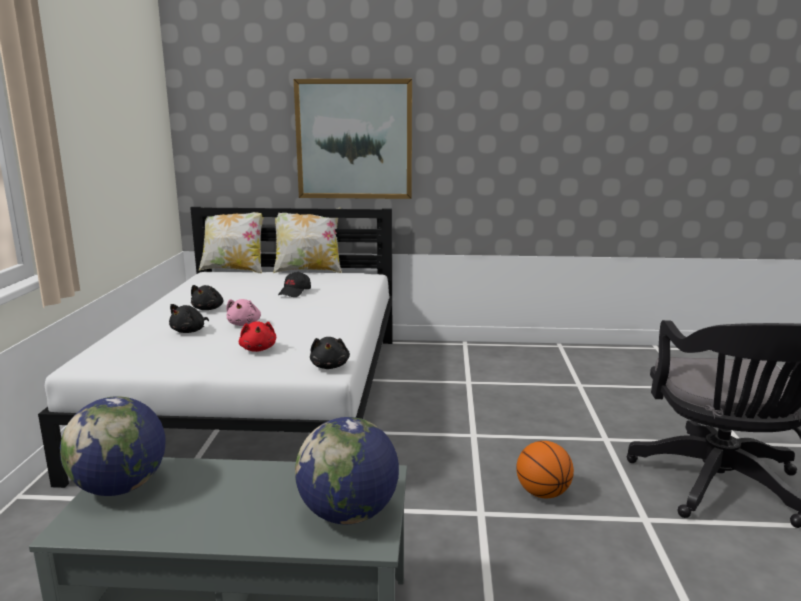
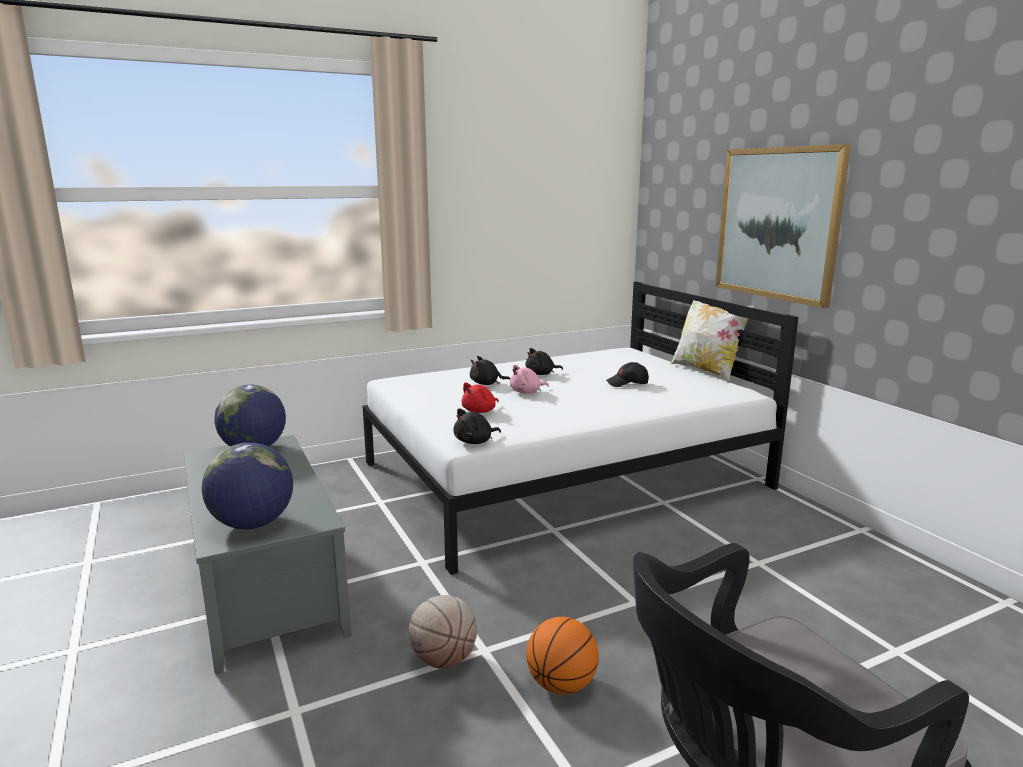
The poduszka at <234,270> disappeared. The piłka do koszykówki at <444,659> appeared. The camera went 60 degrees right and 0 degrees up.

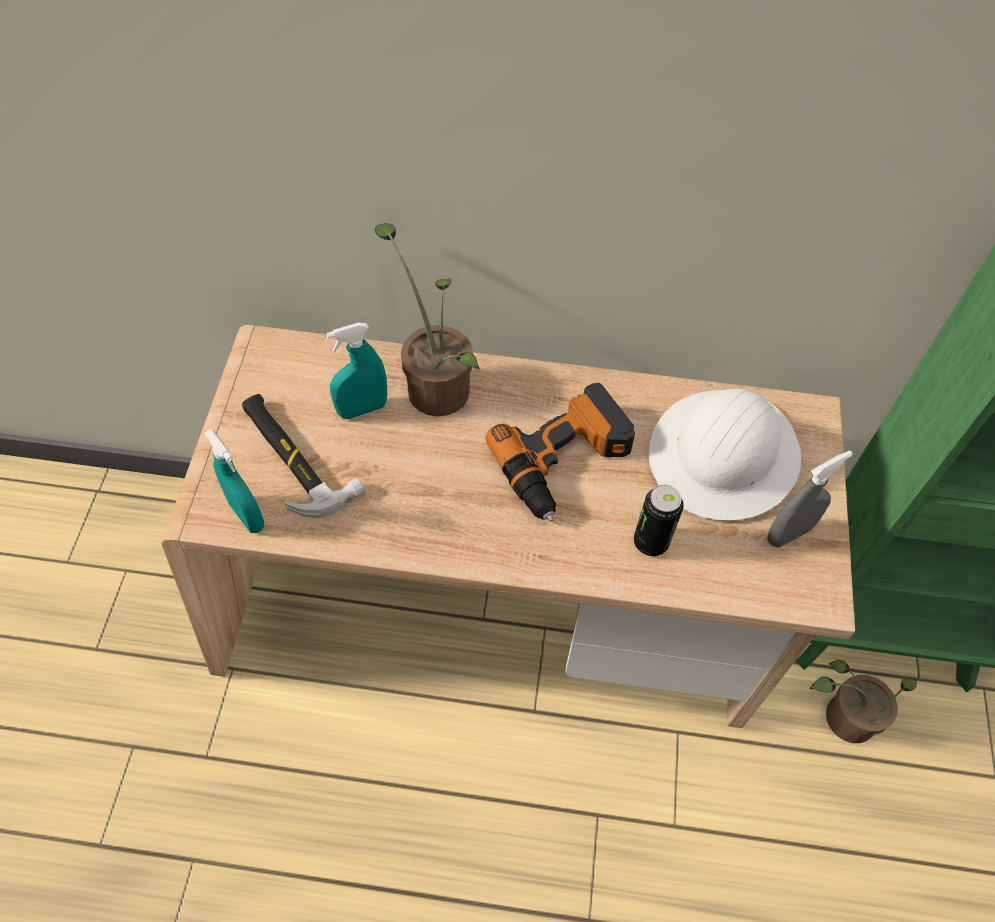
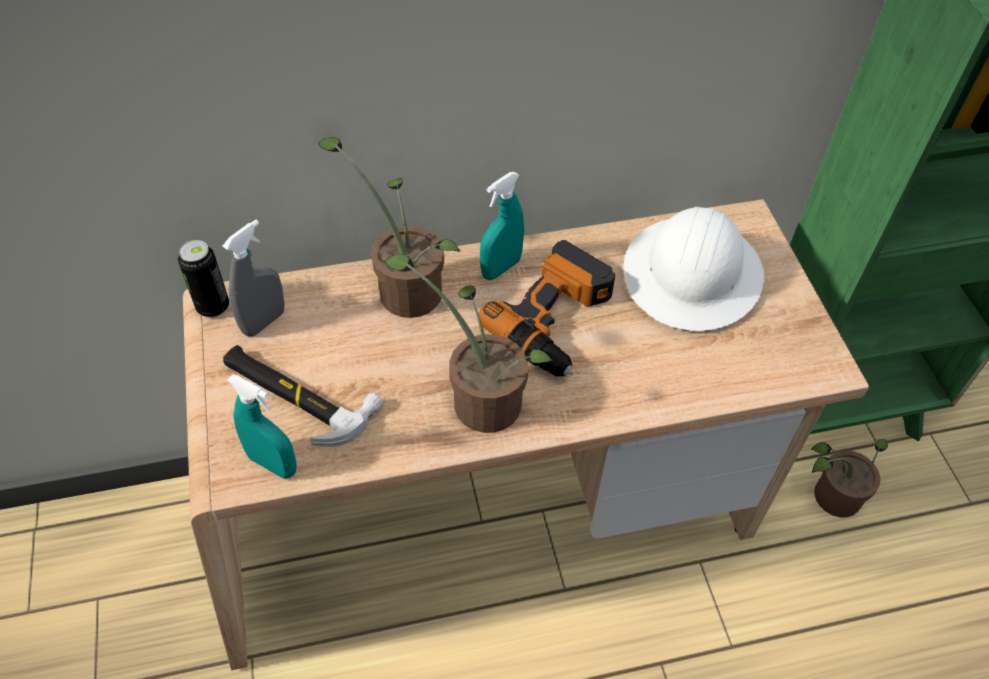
The spryskiwacz (turkusowy) moved from <362,409> to <501,268>. The spryskiwacz (szary) moved from <789,533> to <264,322>. The puszka moved from <650,542> to <213,307>. The roślina doniczkowa at <479,397> appeared. The camera went 20 degrees left and 5 degrees down.

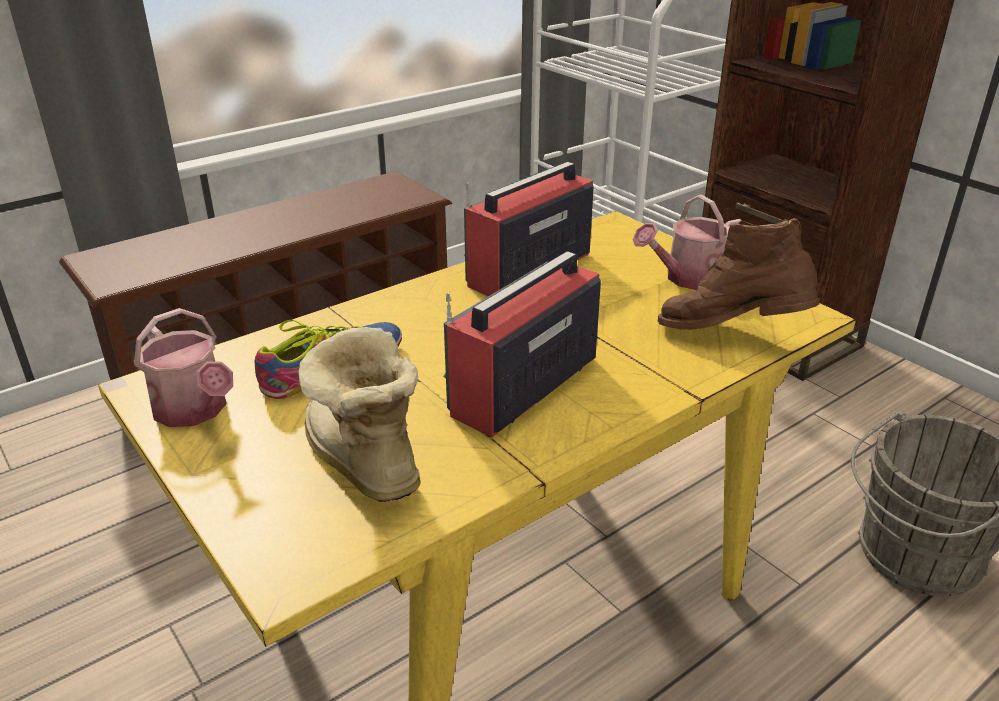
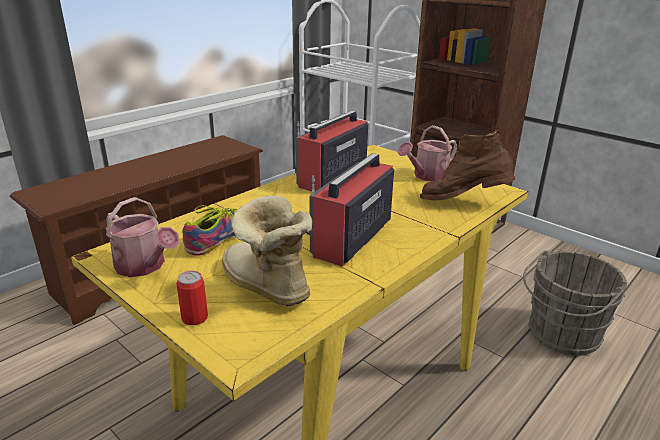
The puszka at <194,318> appeared. The camera went 10 degrees left and 5 degrees down.

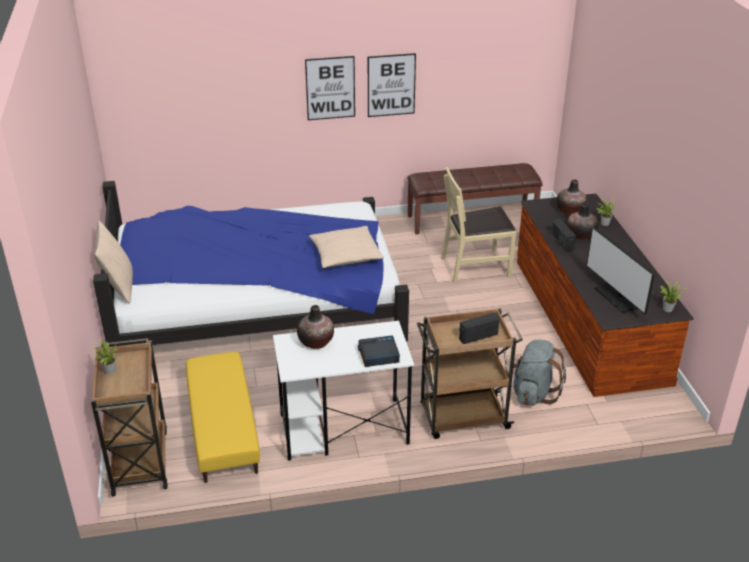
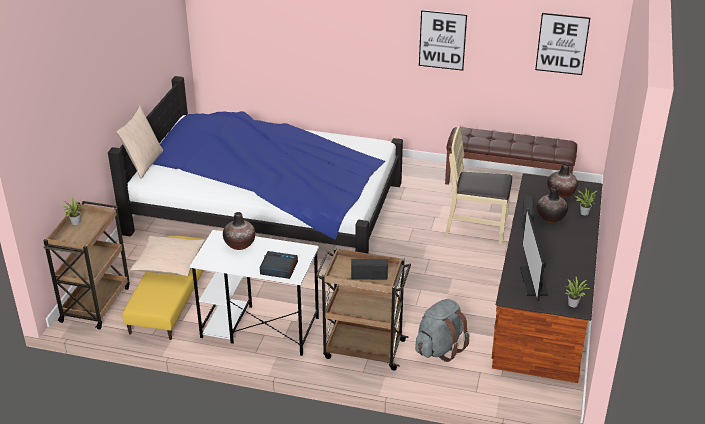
The obraz moved from <330,88> to <562,44>. The poduszka (beżowy) moved from <345,255> to <169,263>. The camera went 25 degrees right and 0 degrees up.

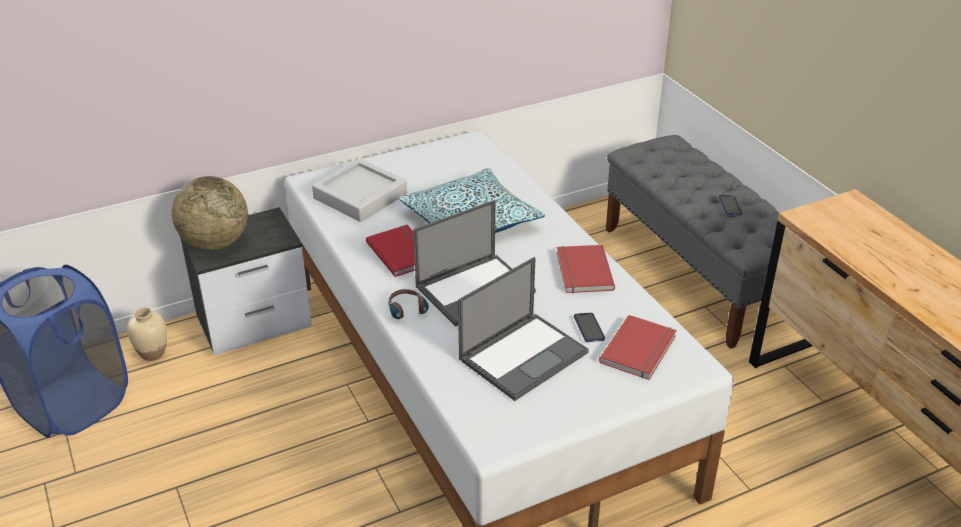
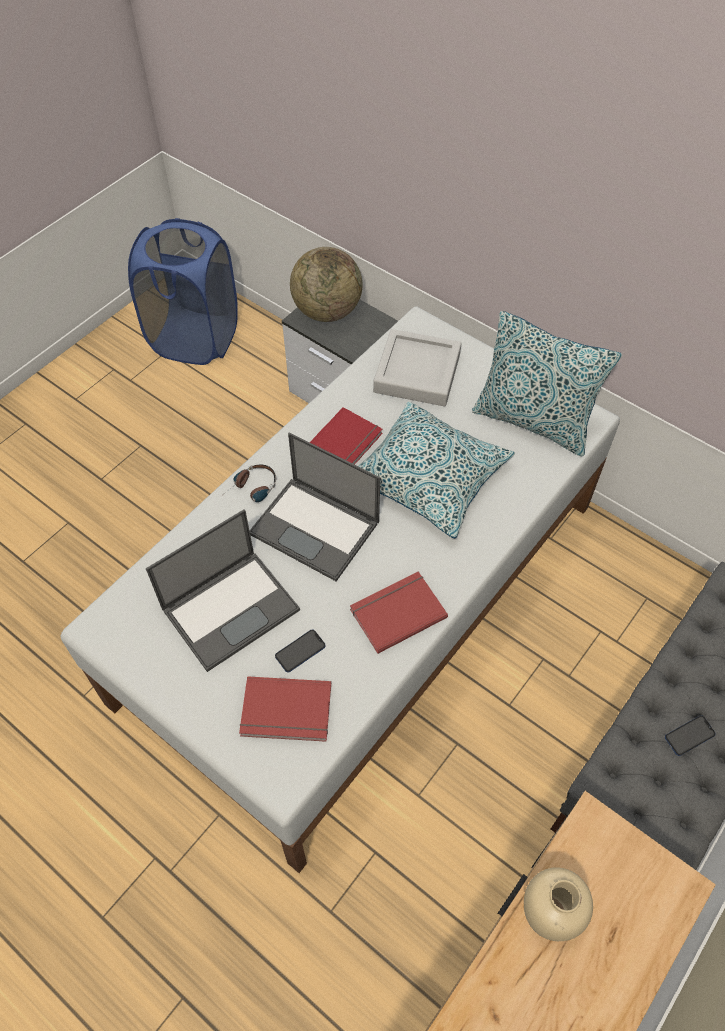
The laptop at <524,355> turned 60 degrees counterclockwise. The wazon (beżowy) moved from <152,353> to <548,913>. The poduszka at <533,422> appeared. The camera went 65 degrees right and 20 degrees up.

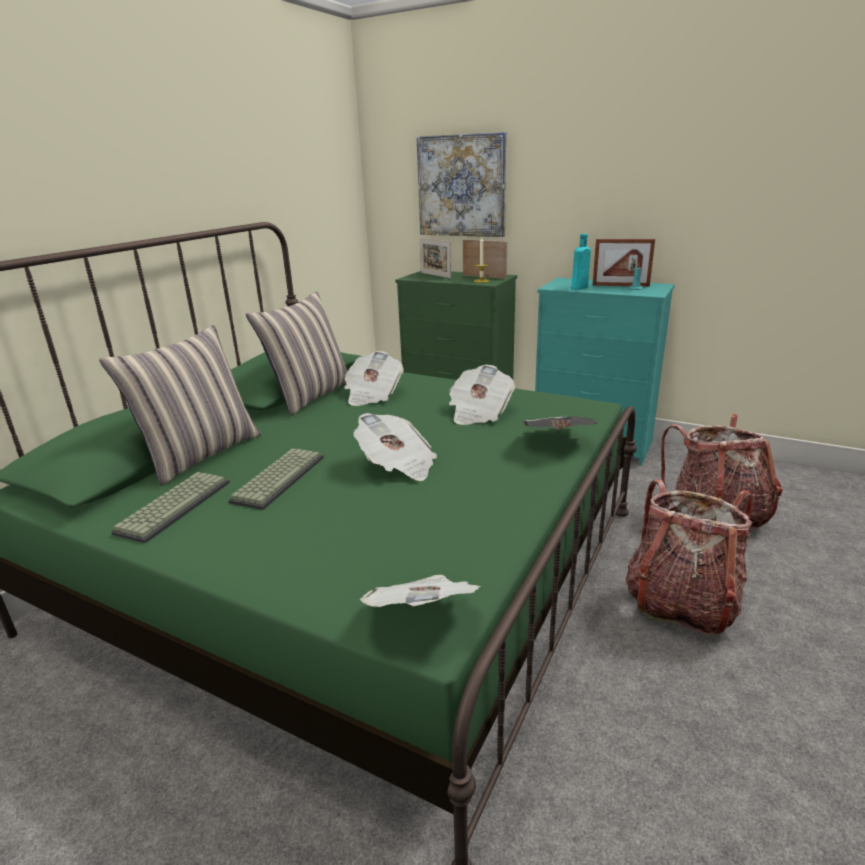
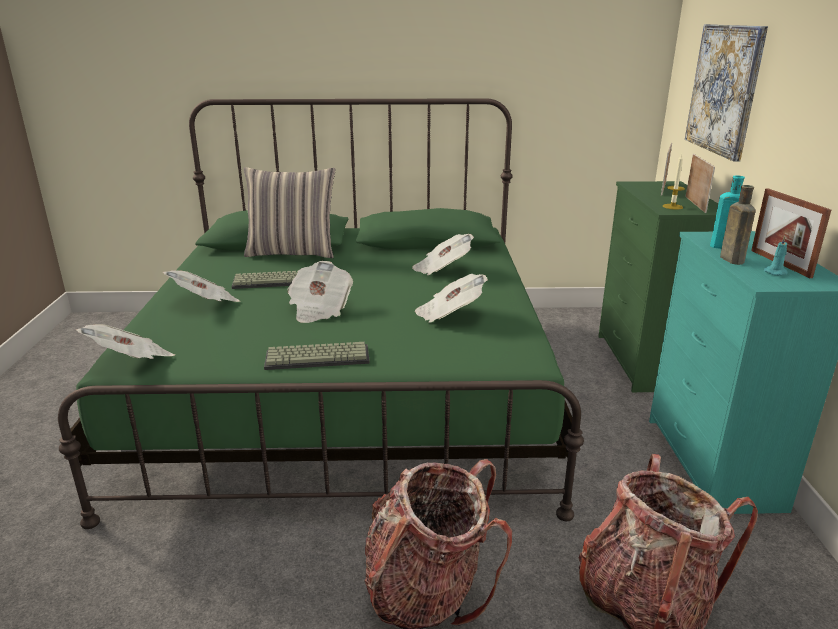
The poduszka at <310,395> disappeared. The gazeta moved from <557,441> to <205,303>. The klawiatura moved from <174,506> to <318,357>. The butelka (brązowy) at <730,259> appeared. The camera went 60 degrees right and 0 degrees up.

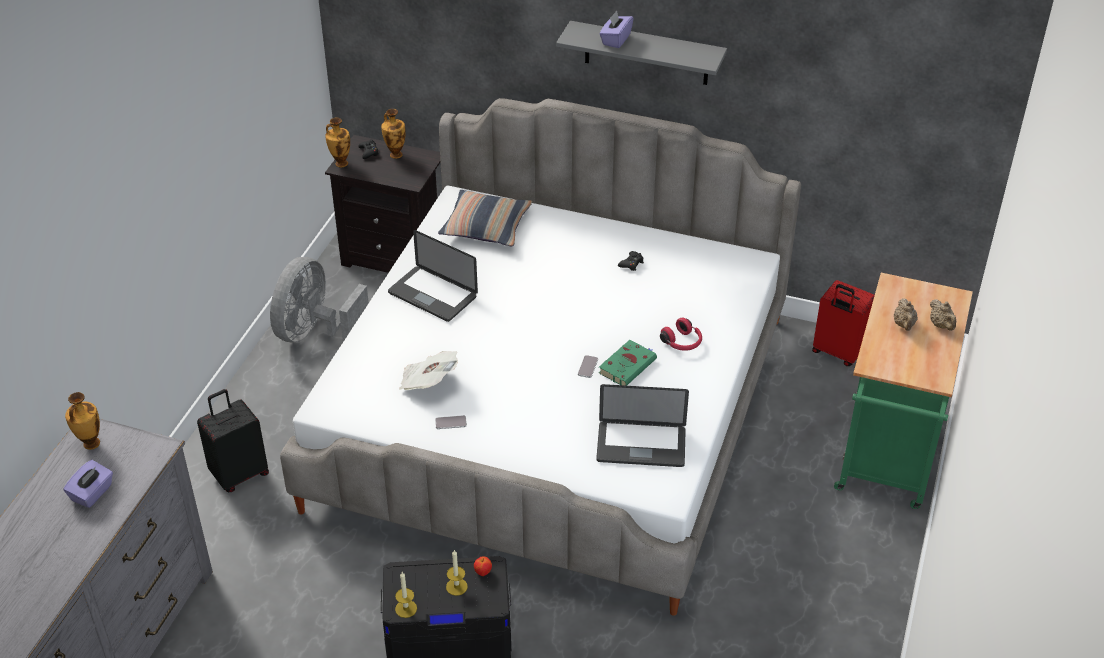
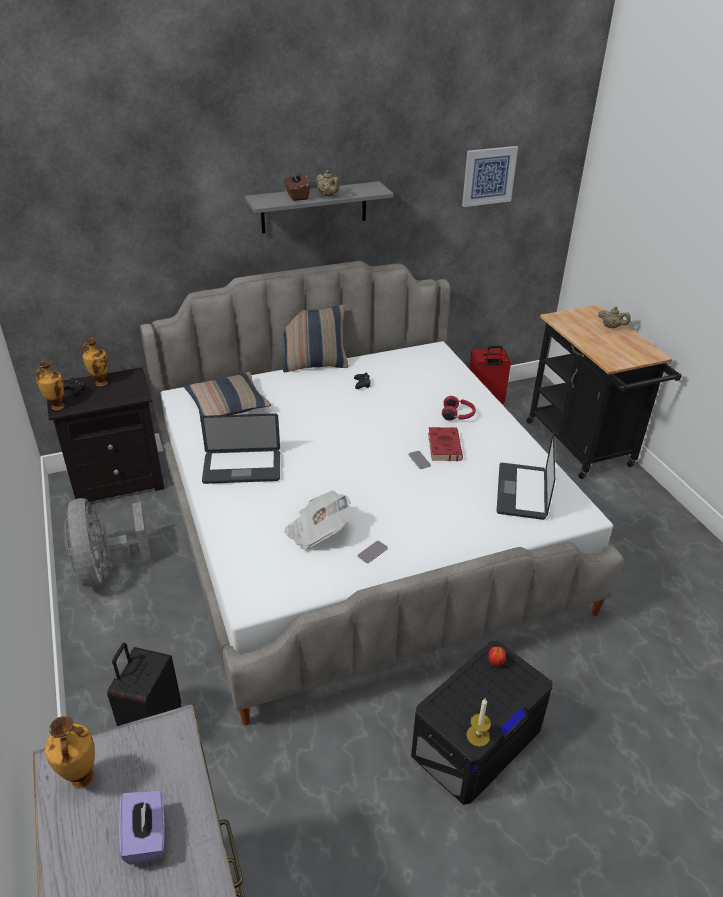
The pudełko chusteczek (fioletowy) at <615,40> became the pudełko chusteczek (brązowy) at <297,196>. The wózek (zielony) at <887,460> became the wózek (czarny) at <583,448>. The imbryk (beżowy) moved from <904,325> to <328,195>. The książka (zielony) at <628,365> became the książka (czerwony) at <444,446>. The laptop at <641,445> turned 135 degrees clockwise. The świeca at <456,586> disappeared. The obraz at <488,176> appeared. The poduszka at <314,365> appeared. The camera went 40 degrees left and 5 degrees down.

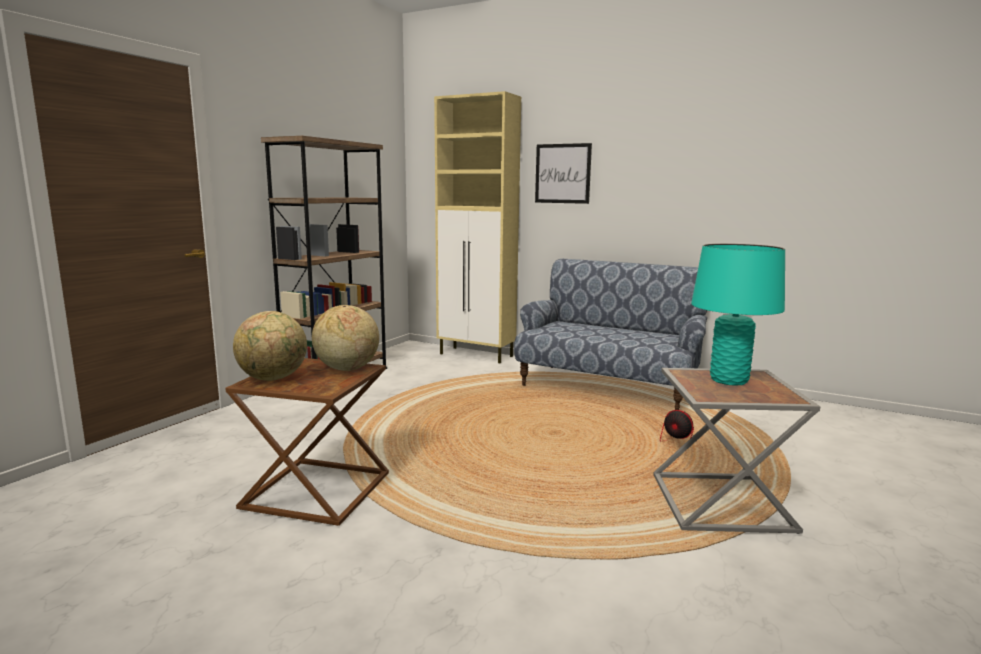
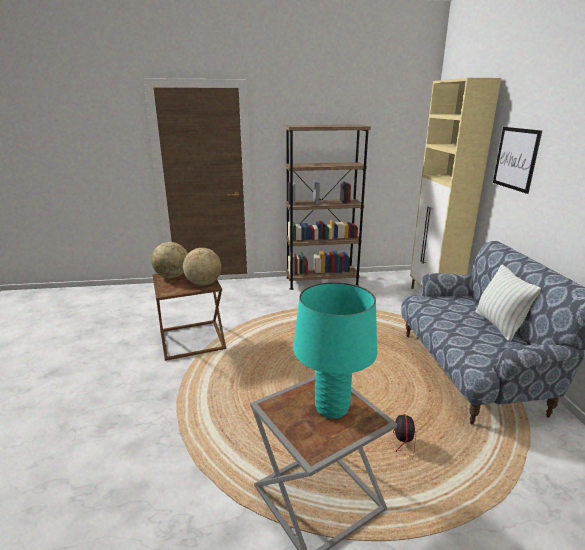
The poduszka at <499,325> appeared. The camera went 55 degrees right and 10 degrees up.

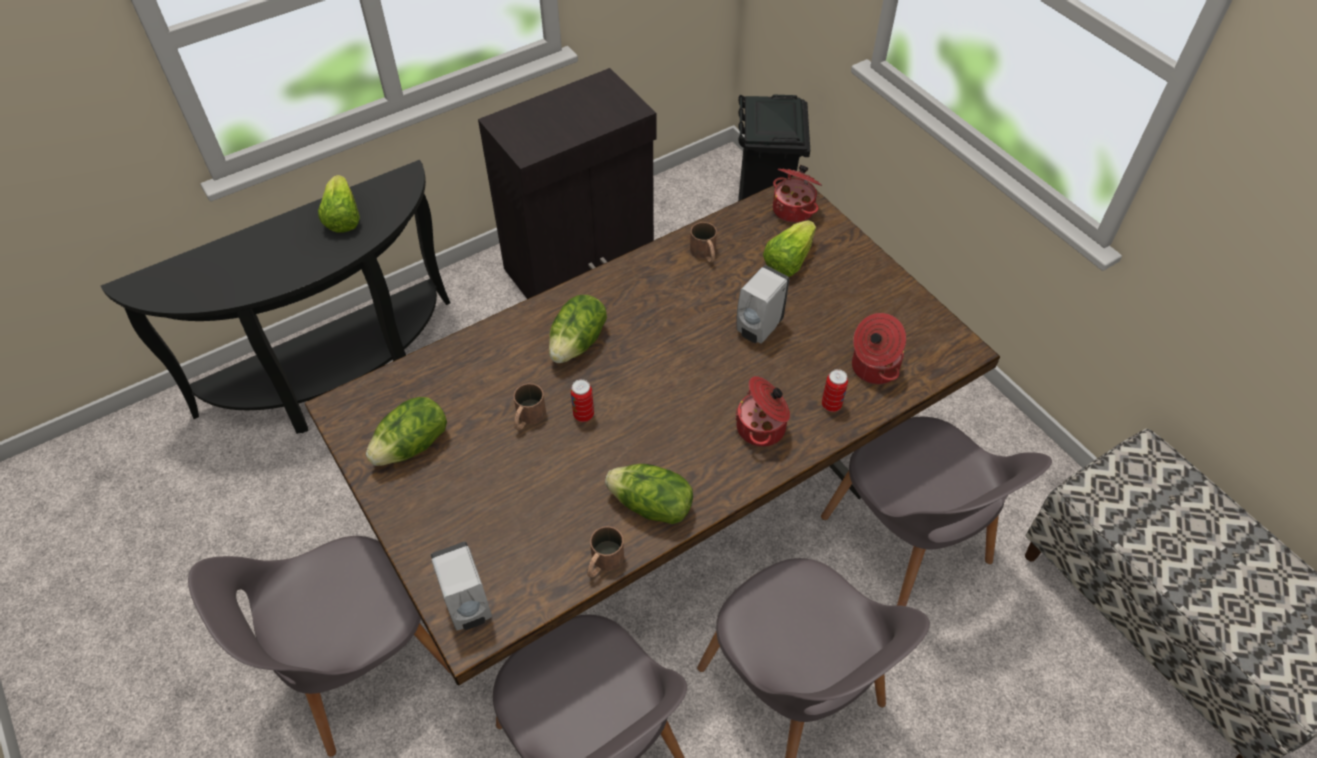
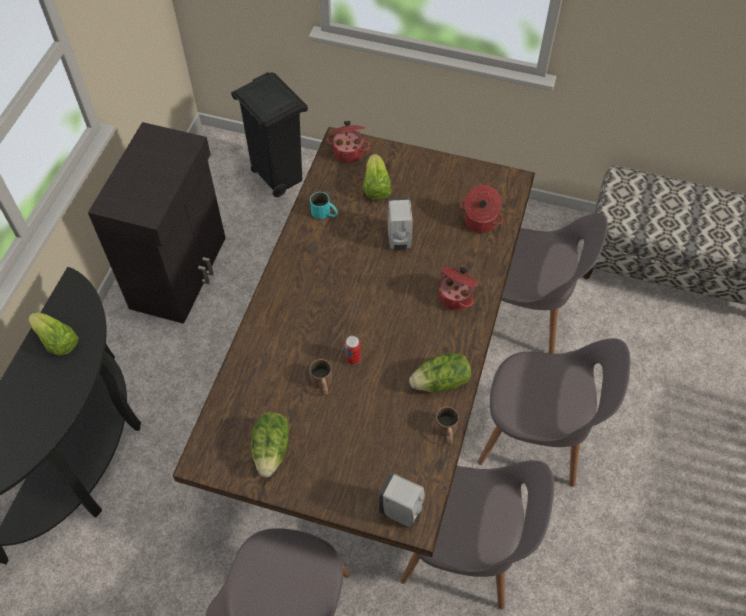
The kubek (brązowy) at <705,254> became the kubek (turkusowy) at <325,213>. The sałata at <578,343> disappeared. The puszka at <831,405> disappeared. The camera went 40 degrees left and 5 degrees up.

